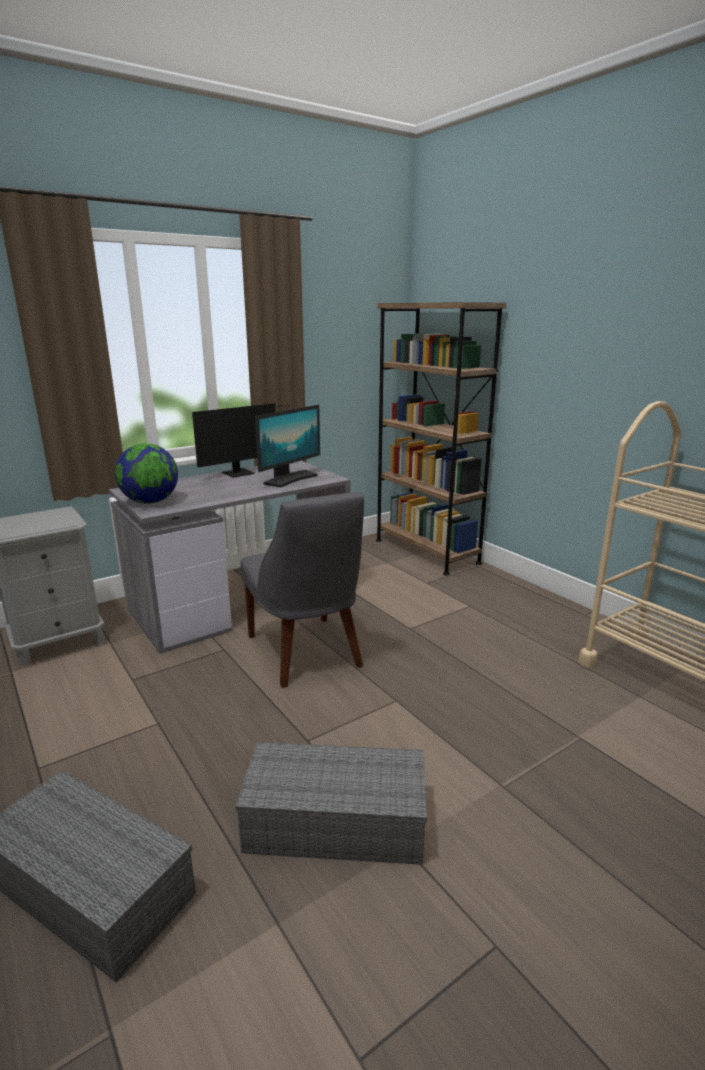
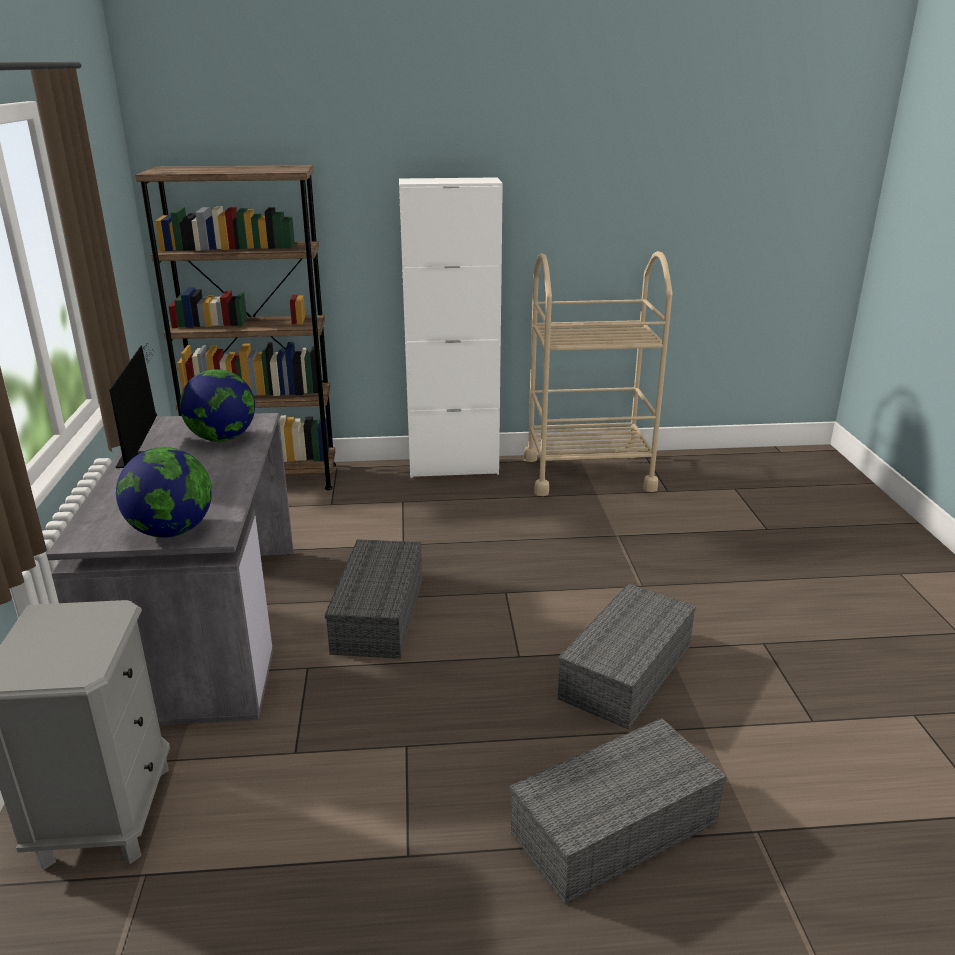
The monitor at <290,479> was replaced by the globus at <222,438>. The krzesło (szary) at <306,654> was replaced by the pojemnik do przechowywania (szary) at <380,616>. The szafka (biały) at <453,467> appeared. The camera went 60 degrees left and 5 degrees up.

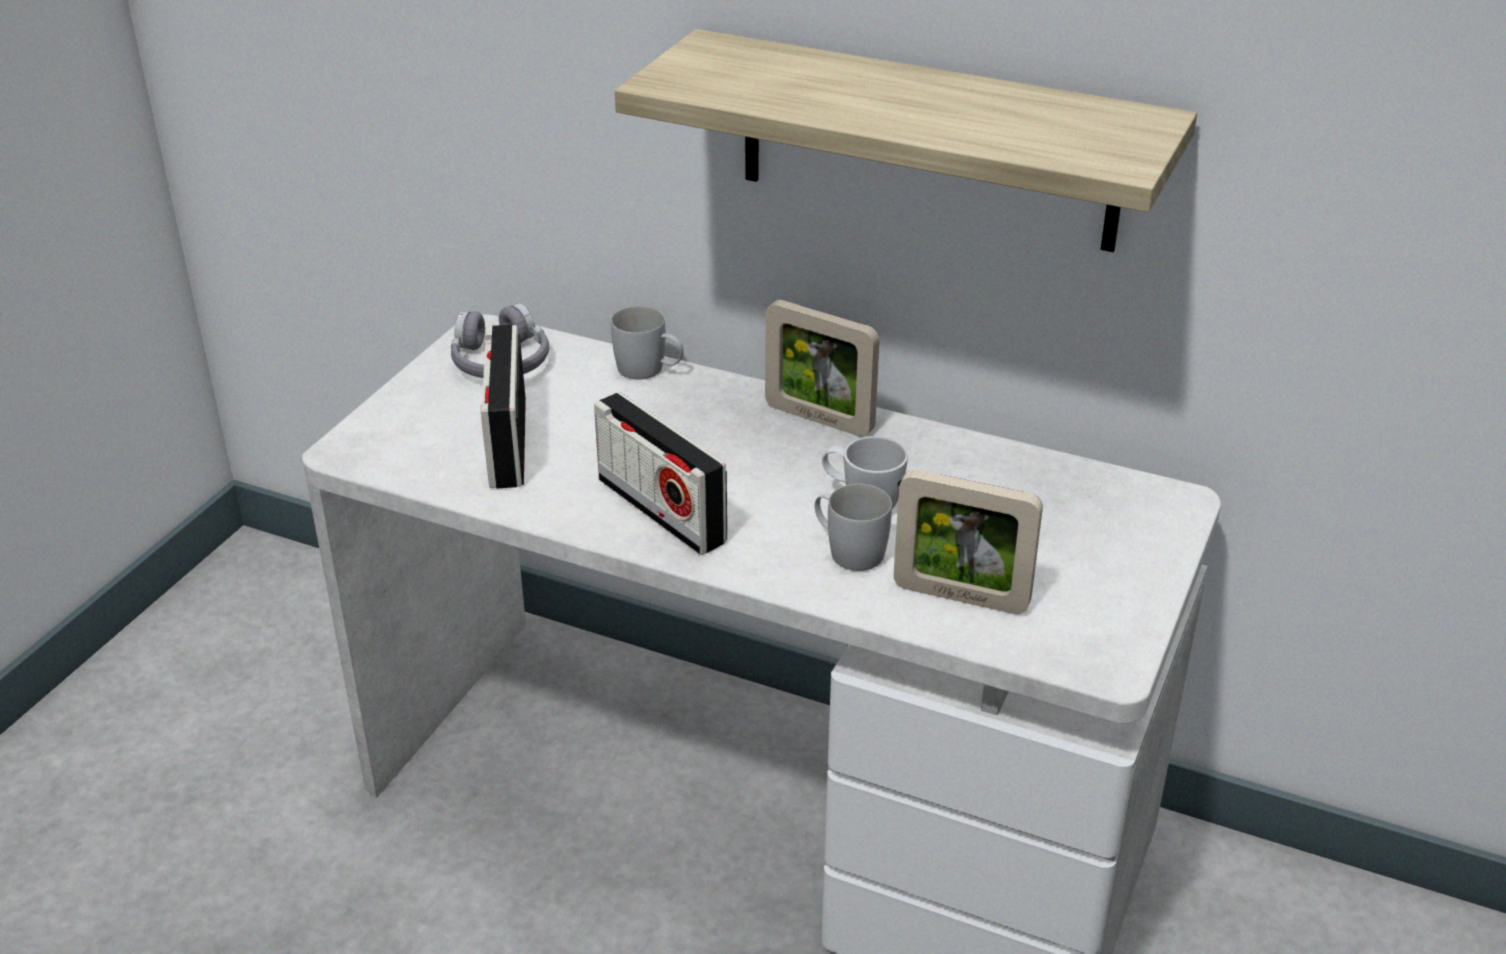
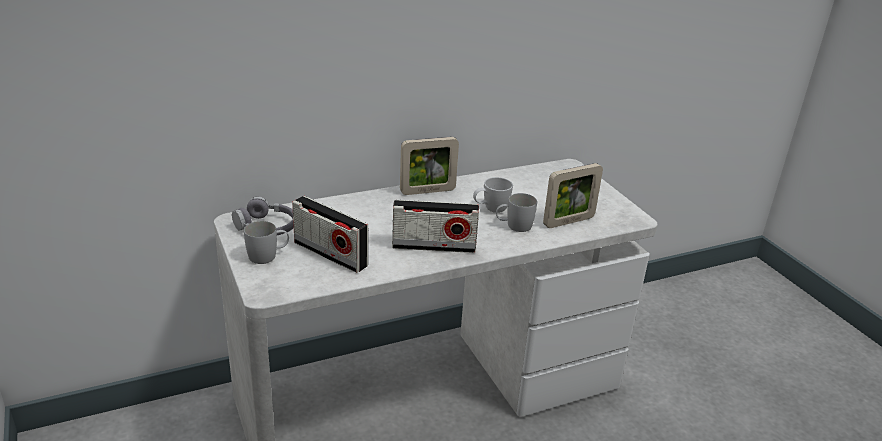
The półka at <928,142> disappeared. The kubek (biały) moved from <649,370> to <268,256>. The camera went 50 degrees left and 5 degrees down.

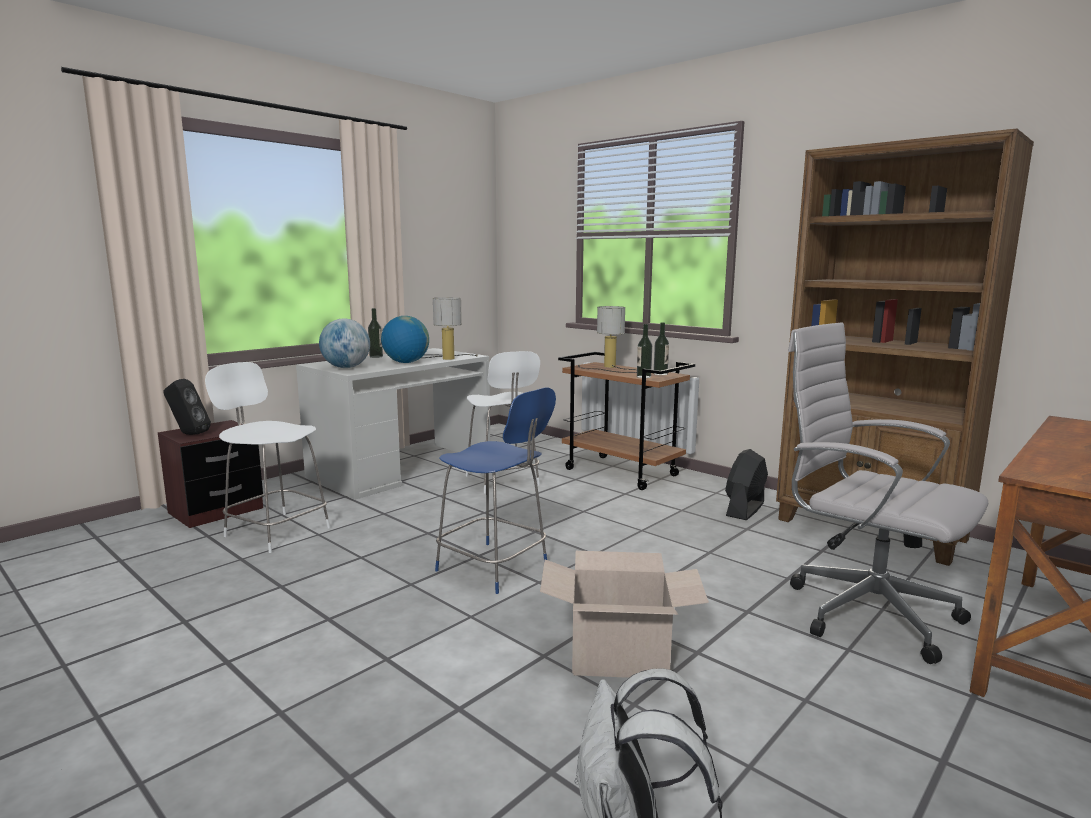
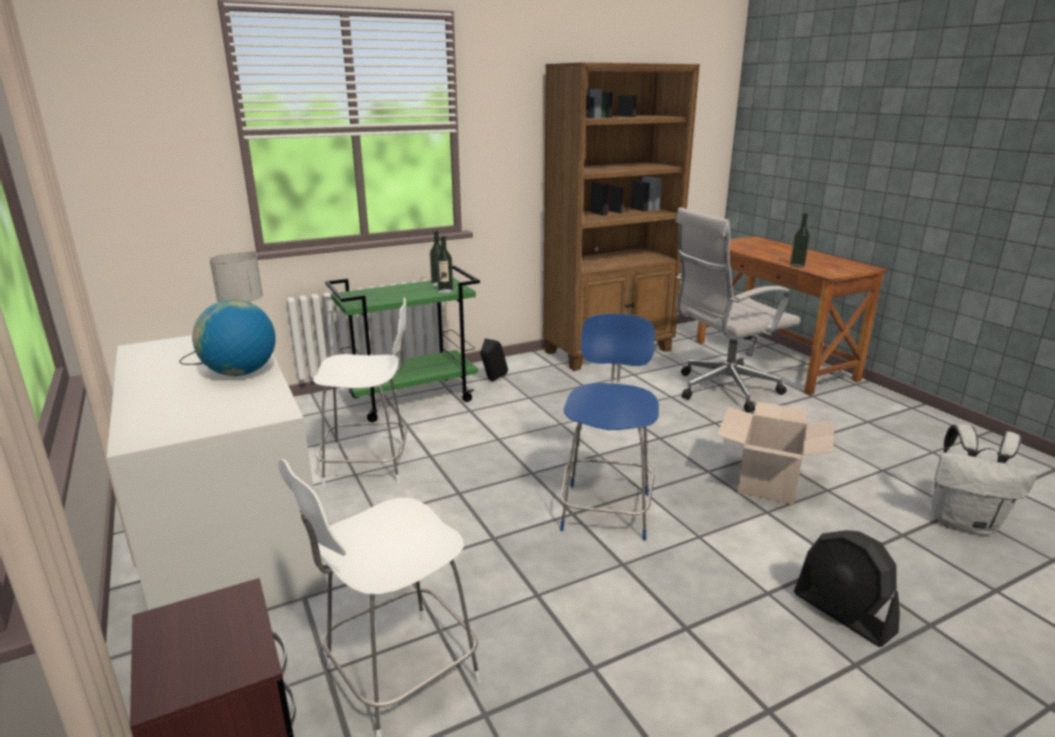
The lampa stołowa at <610,368> disappeared. The butelka moved from <376,356> to <797,265>. The globus at <346,367> disappeared. The wózek (brązowy) at <622,472> became the wózek (zielony) at <412,398>. The głośnik (czarny) moved from <188,434> to <492,380>. The krzesło (niebieski) at <495,568> turned 45 degrees counterclockwise. The wentylator (czarny) moved from <745,509> to <843,613>. The camera went 70 degrees left and 10 degrees up.

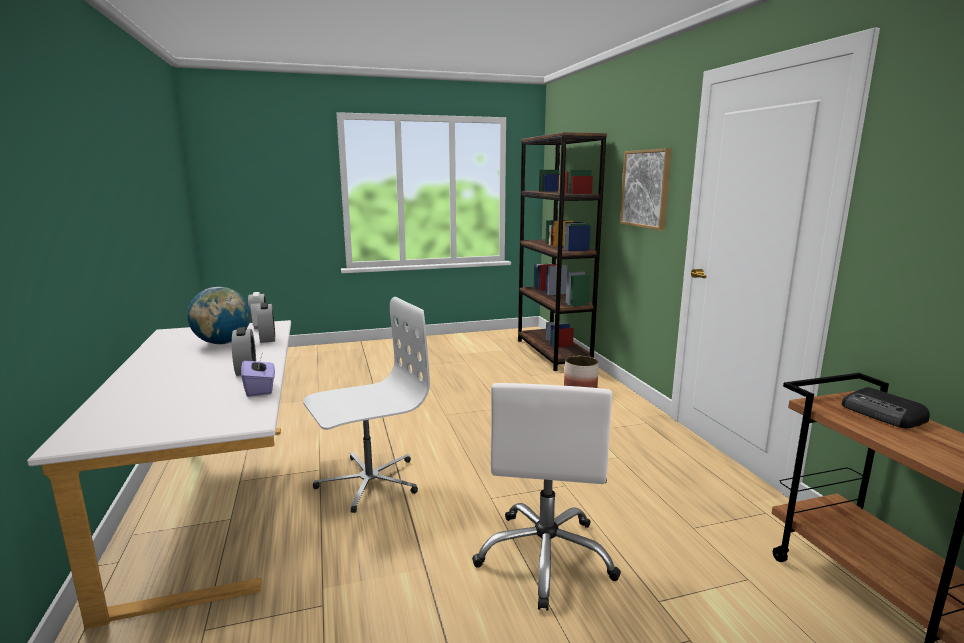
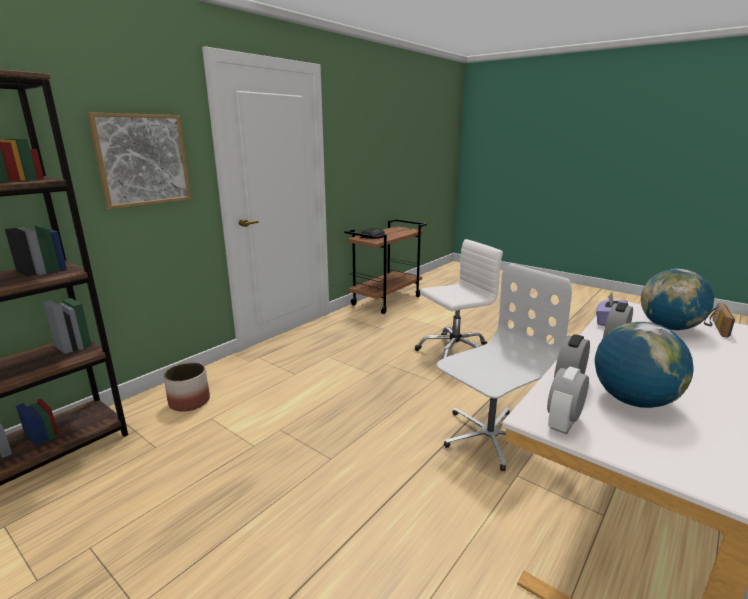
The krzesło biurowe (biały) at <368,481> turned 120 degrees clockwise. The globus at <669,327> appeared. The radio at <714,327> appeared. The camera went 125 degrees left and 5 degrees up.

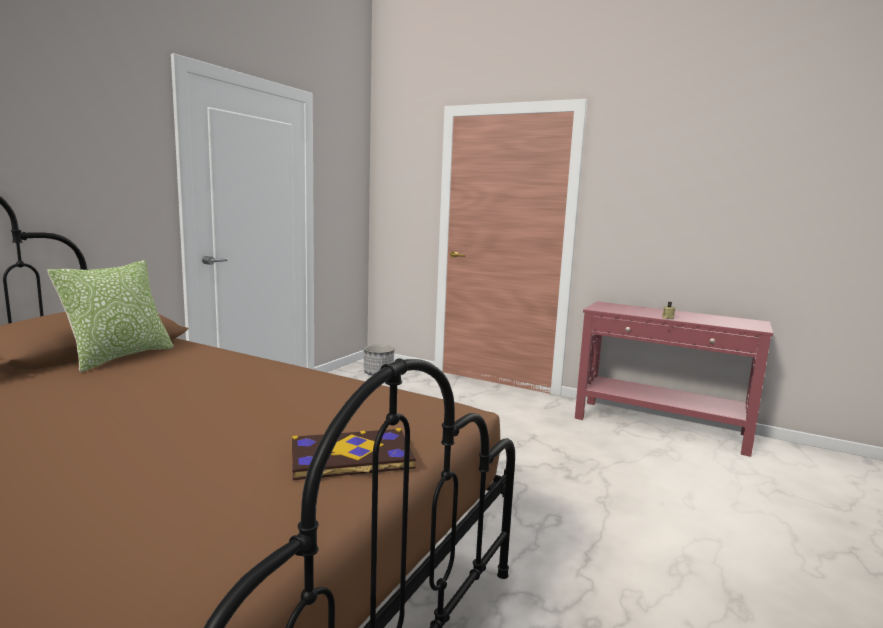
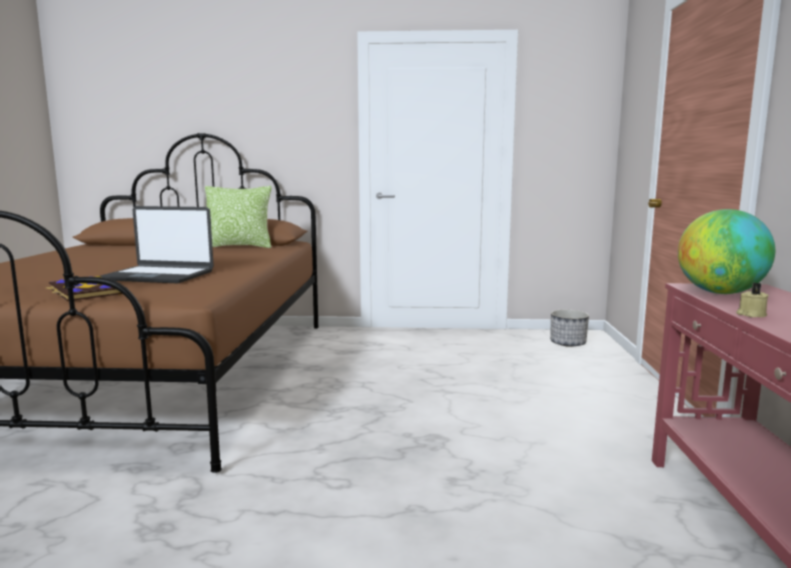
The laptop at <159,276> appeared. The globus at <720,293> appeared. The camera went 65 degrees right and 0 degrees up.

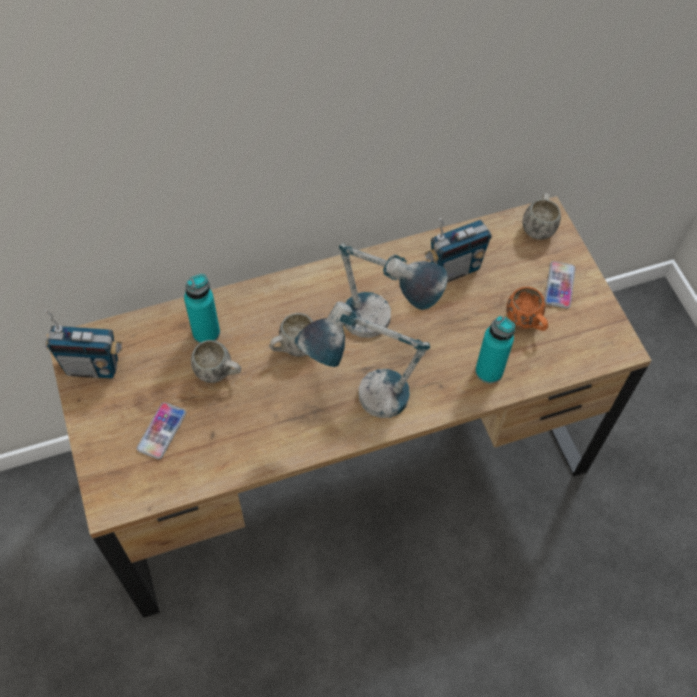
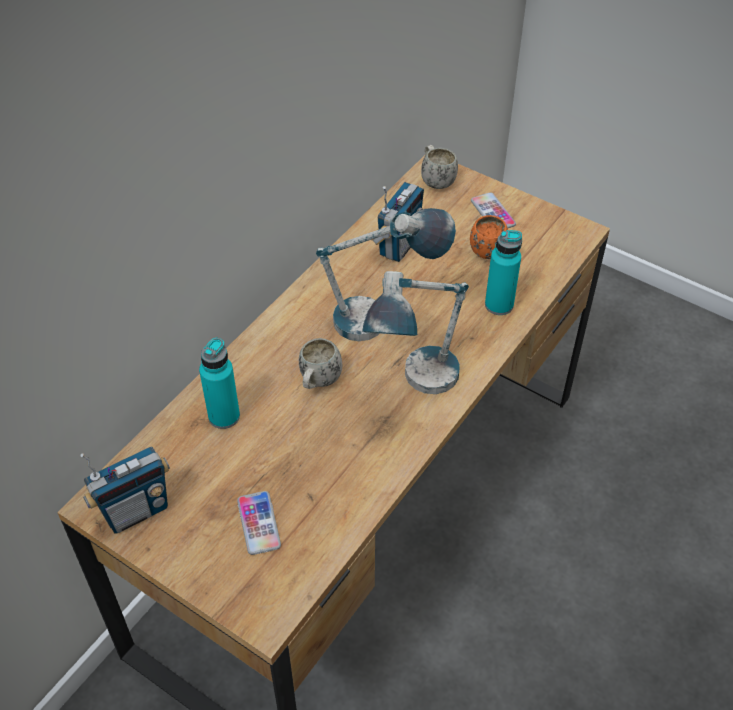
The kubek (biały) at <219,373> disappeared. The camera went 35 degrees left and 10 degrees down.

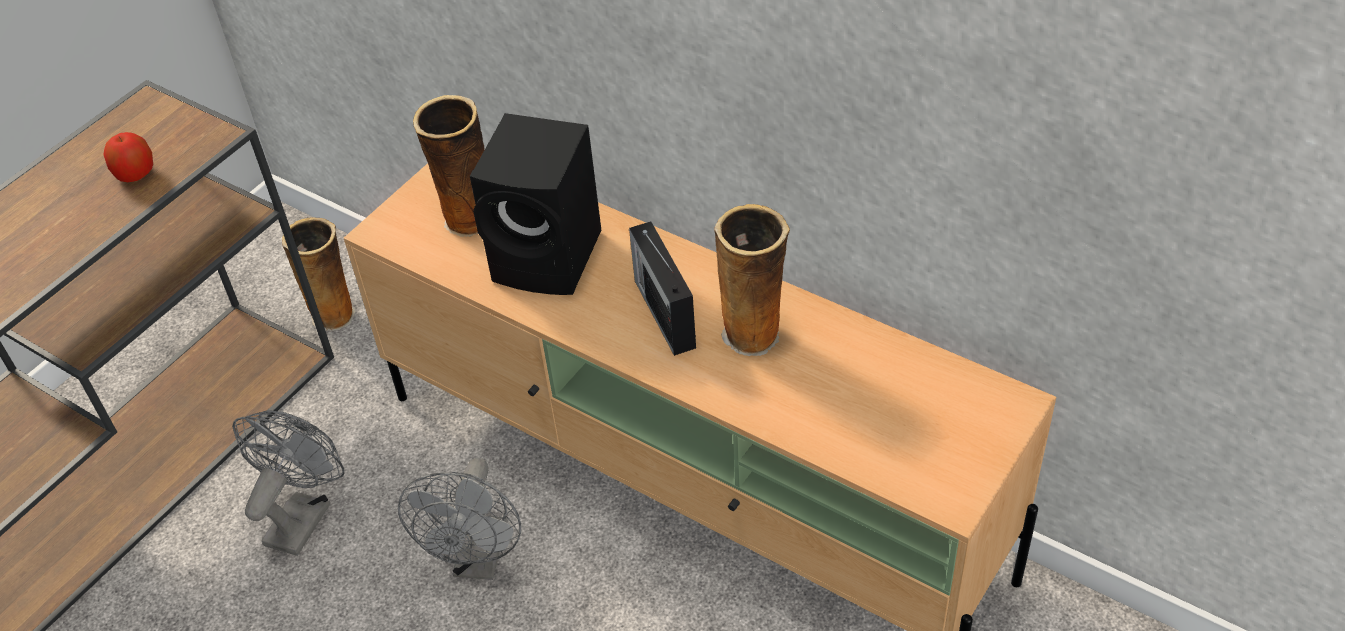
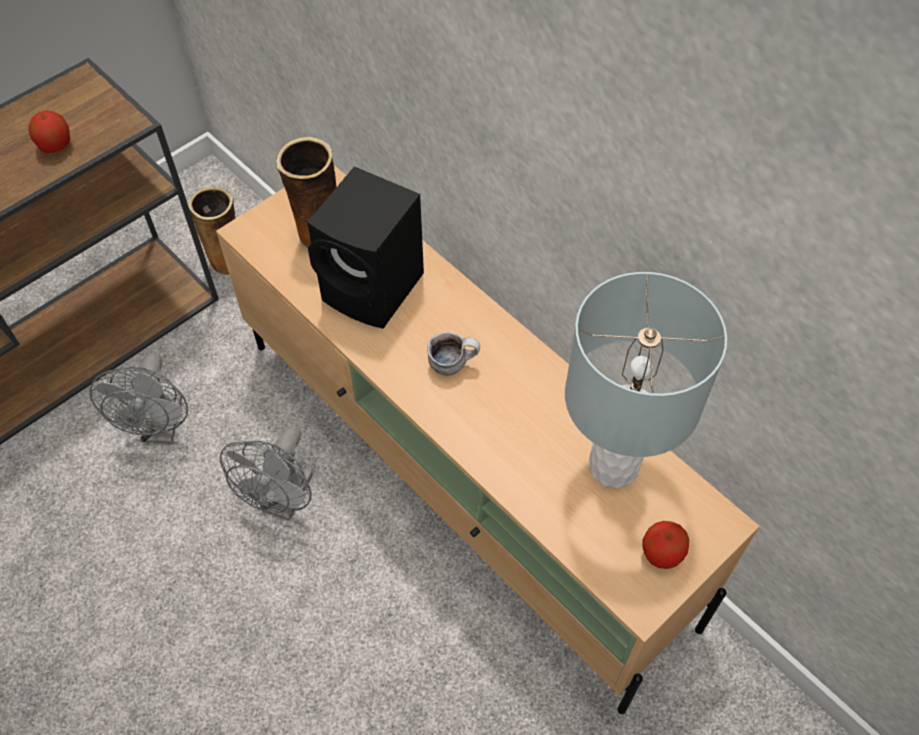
The wazon at <754,334> disappeared. The radio at <664,312> was replaced by the kubek at <453,363>. The wentylator (szary) at <303,515> turned 150 degrees clockwise. The lampa stołowa (szary) at <612,466> appeared. The jabłko at <661,554> appeared. The camera went 10 degrees right and 10 degrees up.

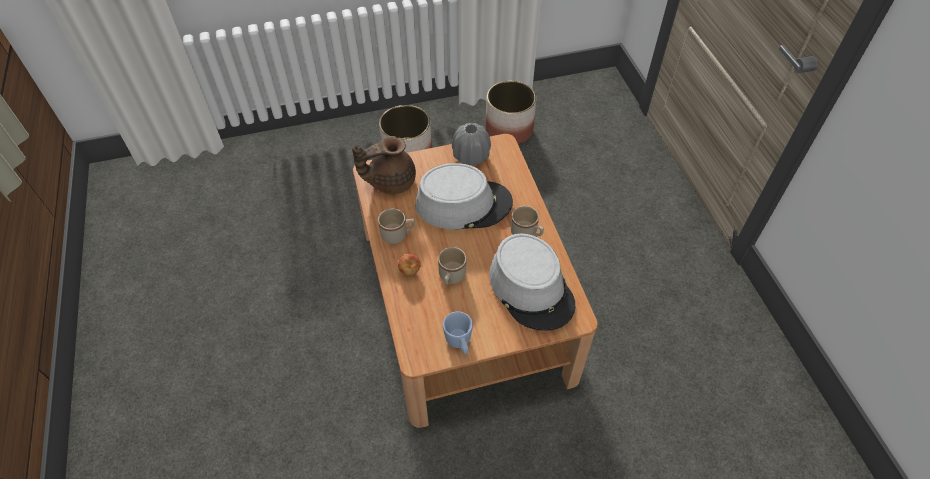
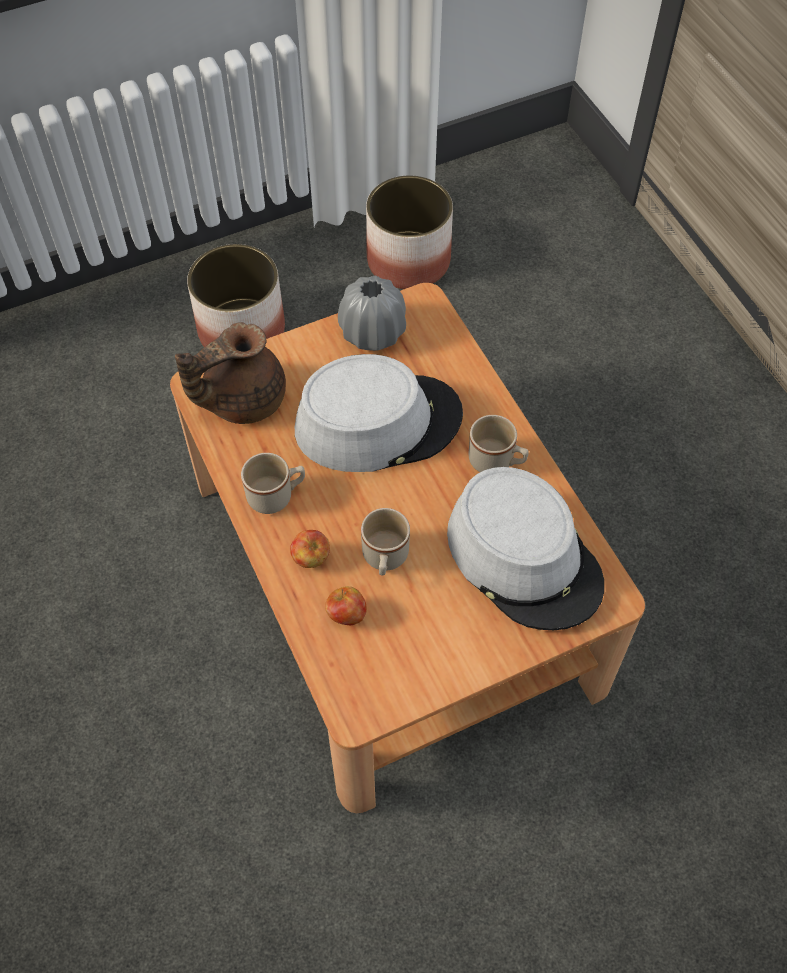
The kubek (niebieski) at <459,343> disappeared. The jabłko at <346,615> appeared. The camera went 10 degrees left and 5 degrees up.

